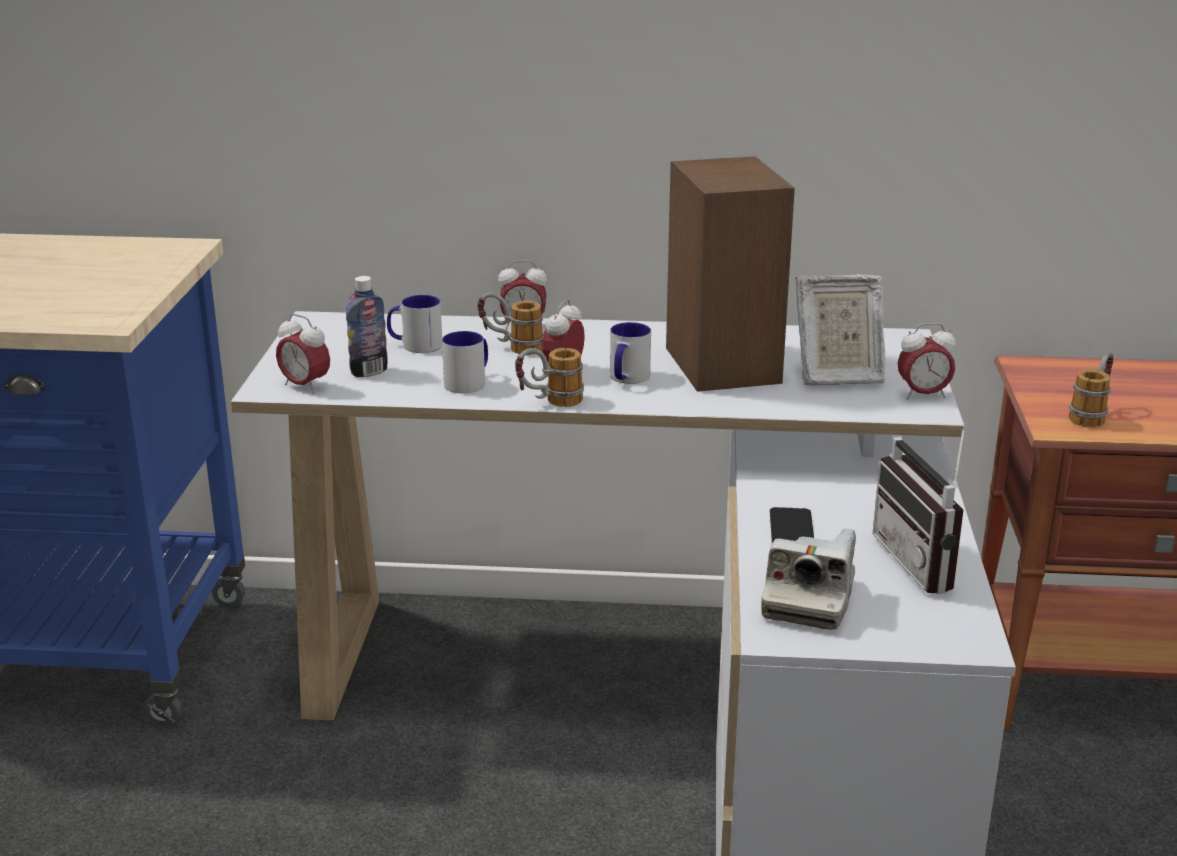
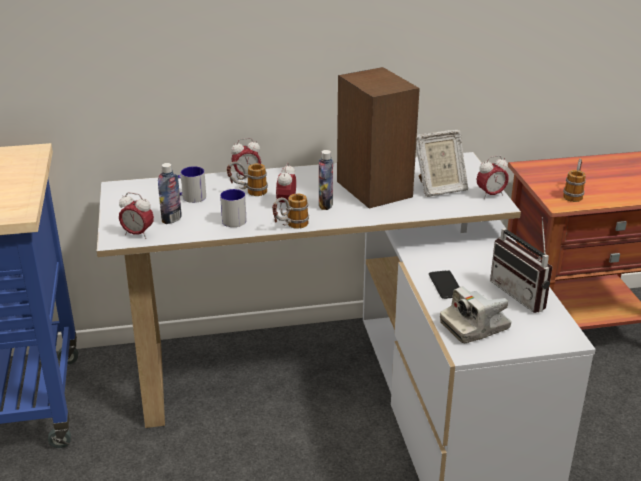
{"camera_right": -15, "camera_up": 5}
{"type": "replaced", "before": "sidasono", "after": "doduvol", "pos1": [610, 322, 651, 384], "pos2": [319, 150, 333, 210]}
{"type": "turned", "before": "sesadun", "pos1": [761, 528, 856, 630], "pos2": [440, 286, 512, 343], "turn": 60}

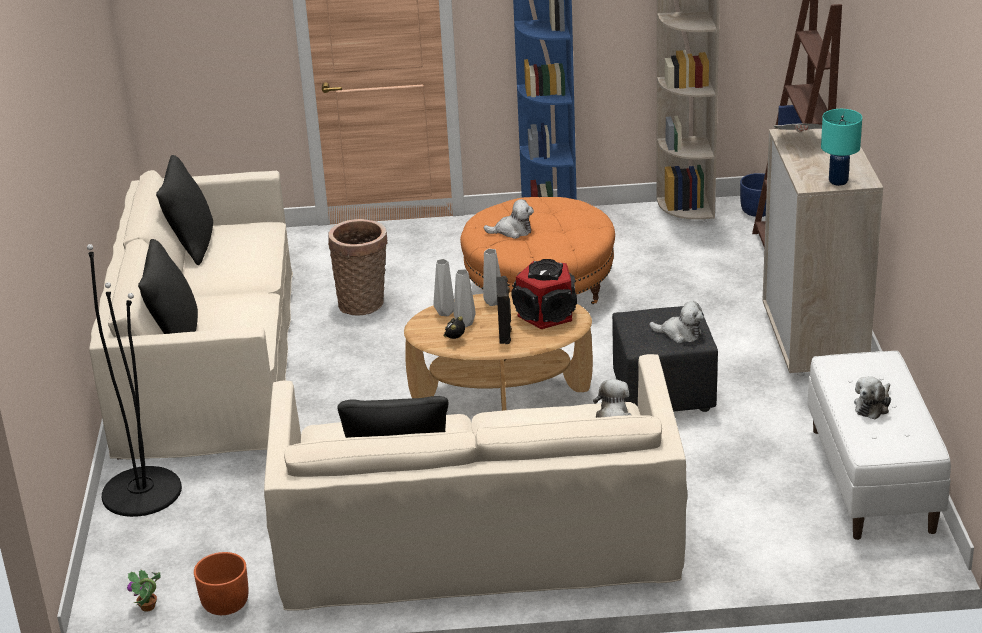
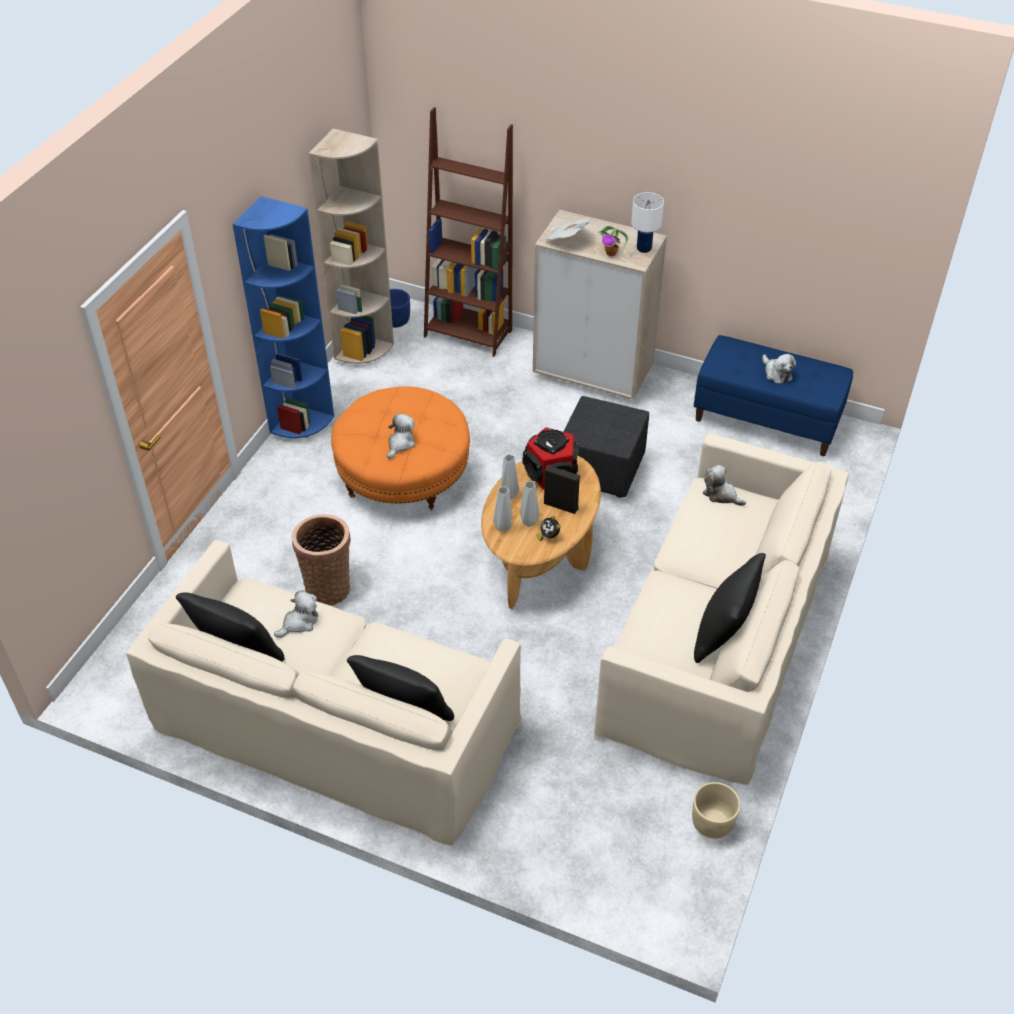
{"camera_right": -65, "camera_up": 15}
{"type": "recoloured", "before": "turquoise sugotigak", "after": "white sugotigak", "pos1": [821, 109, 862, 186], "pos2": [631, 192, 664, 253]}
{"type": "removed", "before": "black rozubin", "pos1": [87, 244, 182, 517]}
{"type": "moved", "before": "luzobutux", "pos1": [649, 301, 704, 343], "pos2": [274, 590, 318, 638]}
{"type": "recoloured", "before": "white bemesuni", "after": "blue bemesuni", "pos1": [808, 351, 951, 540], "pos2": [694, 335, 853, 456]}
{"type": "recoloured", "before": "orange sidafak", "after": "beige sidafak", "pos1": [194, 552, 248, 615], "pos2": [692, 782, 740, 839]}
{"type": "moved", "before": "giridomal", "pos1": [127, 570, 160, 612], "pos2": [598, 226, 628, 256]}

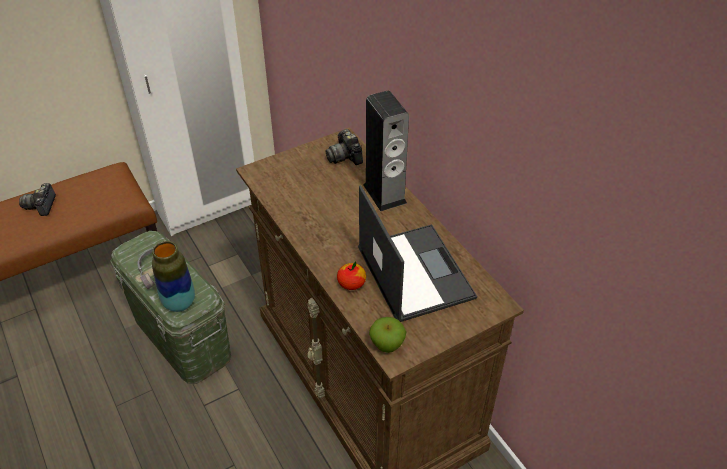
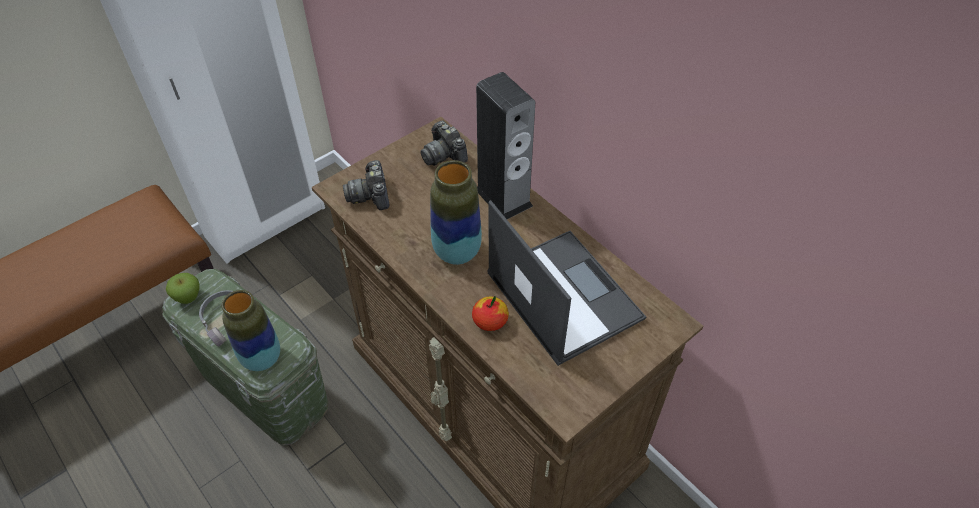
{"camera_right": -10, "camera_up": 5}
{"type": "moved", "before": "sesadun", "pos1": [19, 183, 56, 216], "pos2": [343, 160, 389, 210]}
{"type": "moved", "before": "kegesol", "pos1": [369, 317, 406, 353], "pos2": [166, 273, 200, 304]}
{"type": "added", "after": "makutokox", "pos2": [430, 160, 482, 265]}

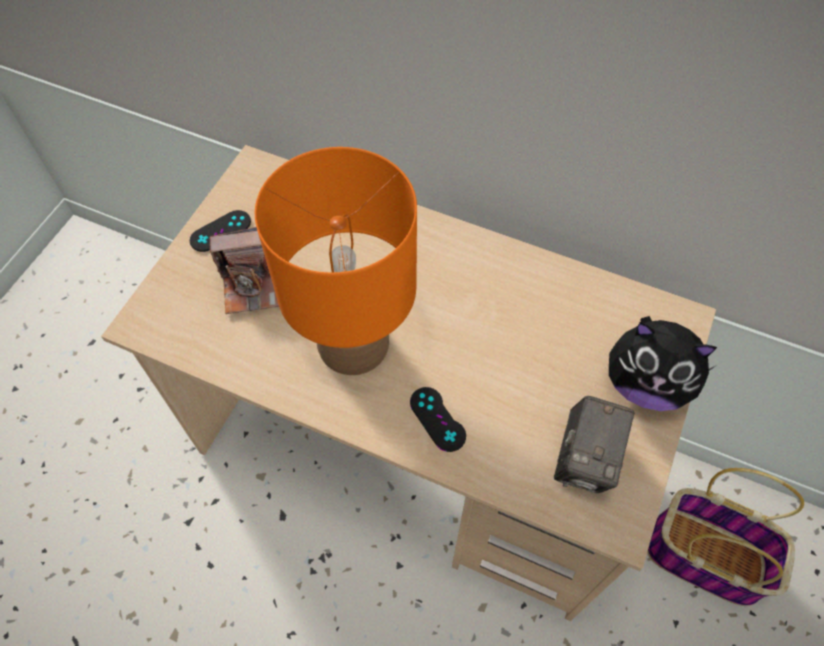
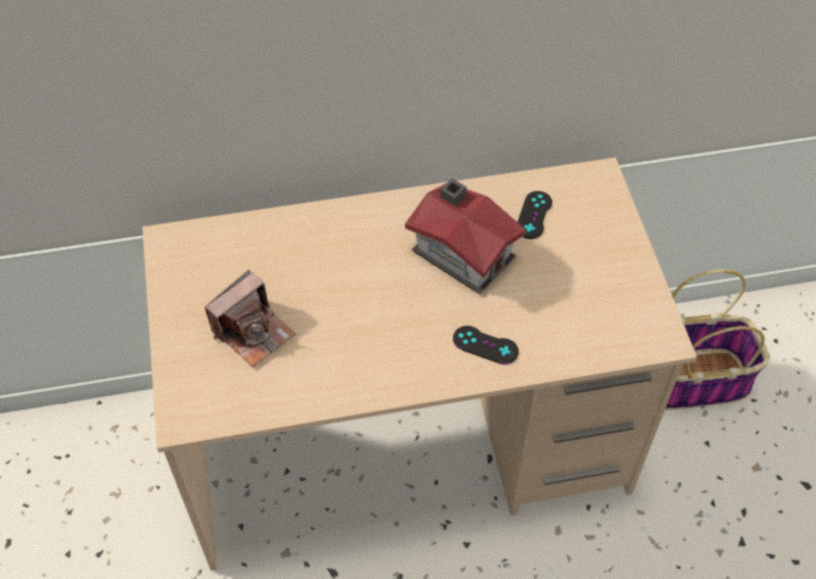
{"camera_right": -35, "camera_up": -5}
{"type": "removed", "before": "orange sugotigak", "pos1": [255, 147, 417, 375]}
{"type": "moved", "before": "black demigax", "pos1": [190, 210, 251, 252], "pos2": [518, 191, 552, 239]}
{"type": "removed", "before": "luzobutux", "pos1": [609, 316, 717, 411]}
{"type": "removed", "before": "sesadun", "pos1": [554, 396, 635, 493]}
{"type": "added", "after": "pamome", "pos2": [405, 178, 526, 294]}

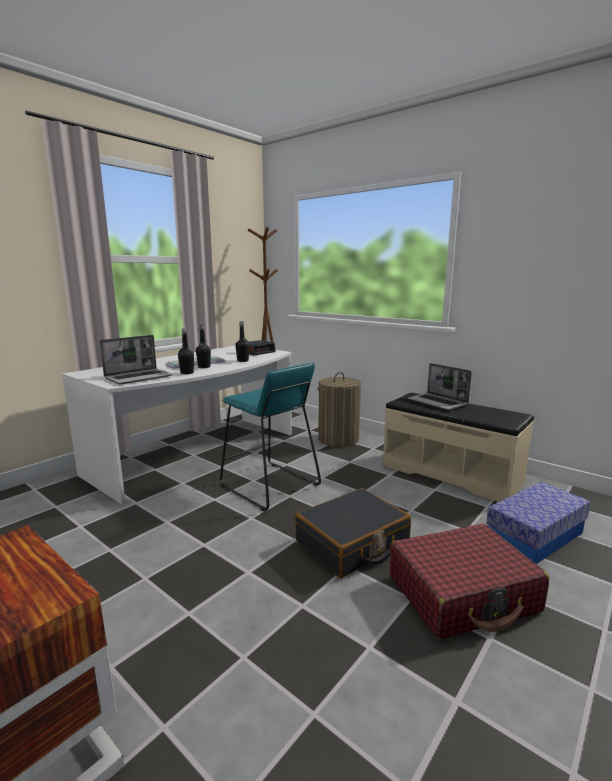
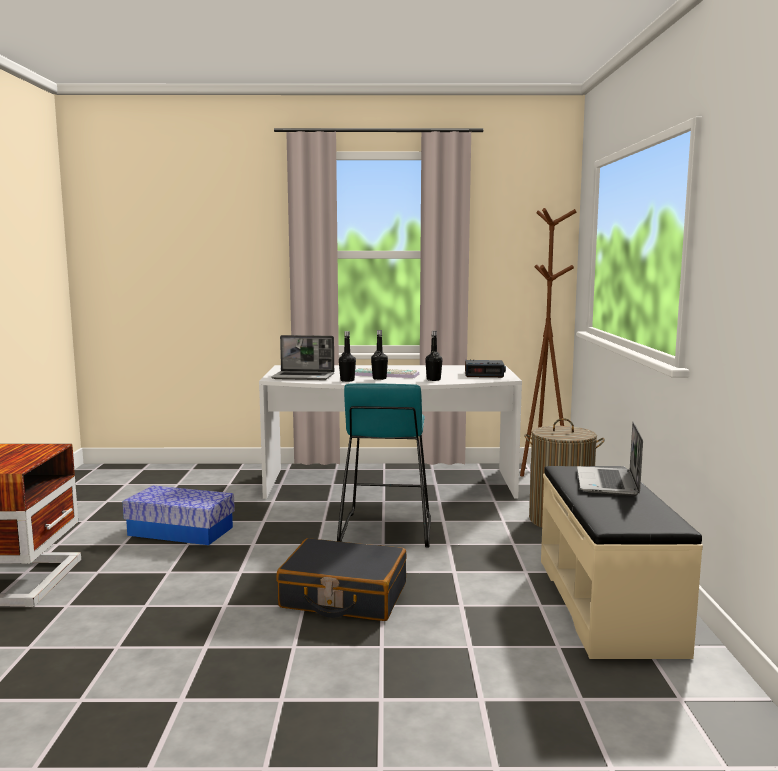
{"camera_right": 50, "camera_up": -5}
{"type": "moved", "before": "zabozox", "pos1": [486, 482, 591, 564], "pos2": [123, 485, 235, 545]}
{"type": "removed", "before": "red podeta", "pos1": [390, 524, 549, 639]}

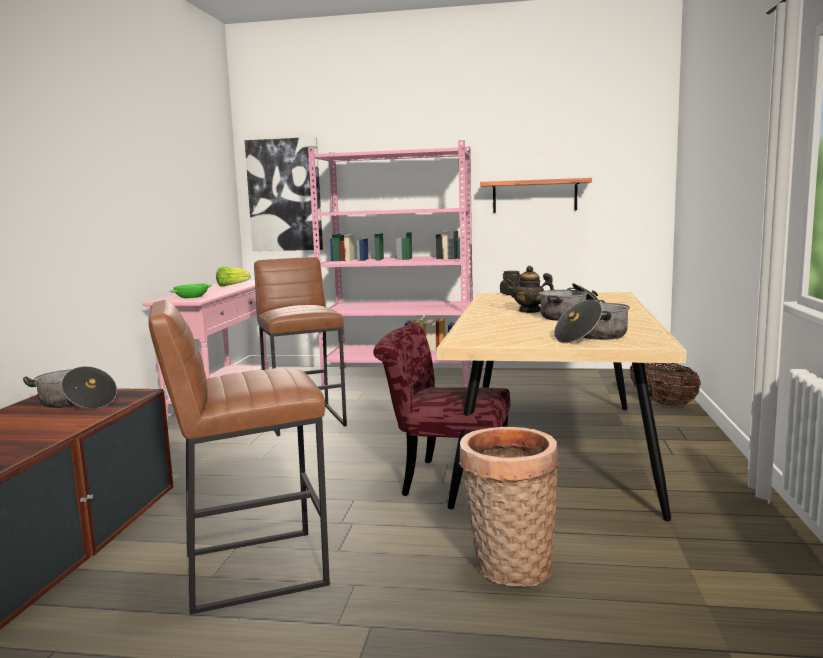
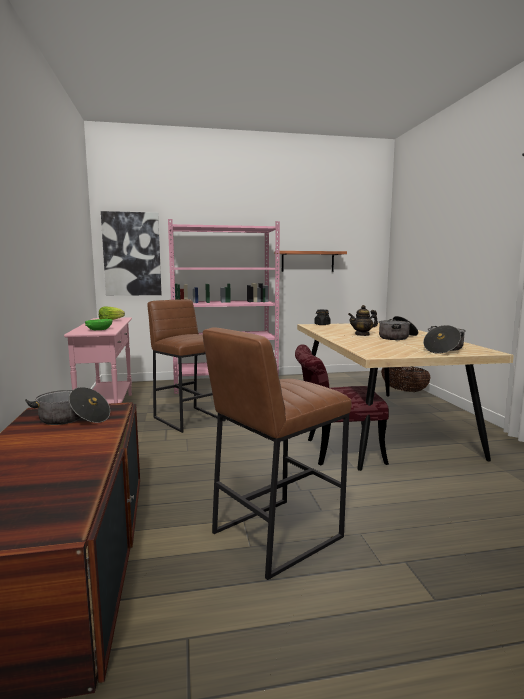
{"camera_right": -20, "camera_up": 0}
{"type": "removed", "before": "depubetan", "pos1": [459, 427, 559, 587]}

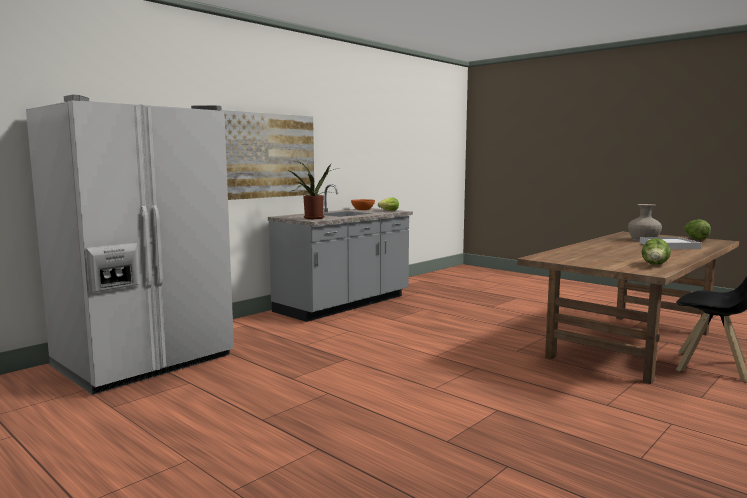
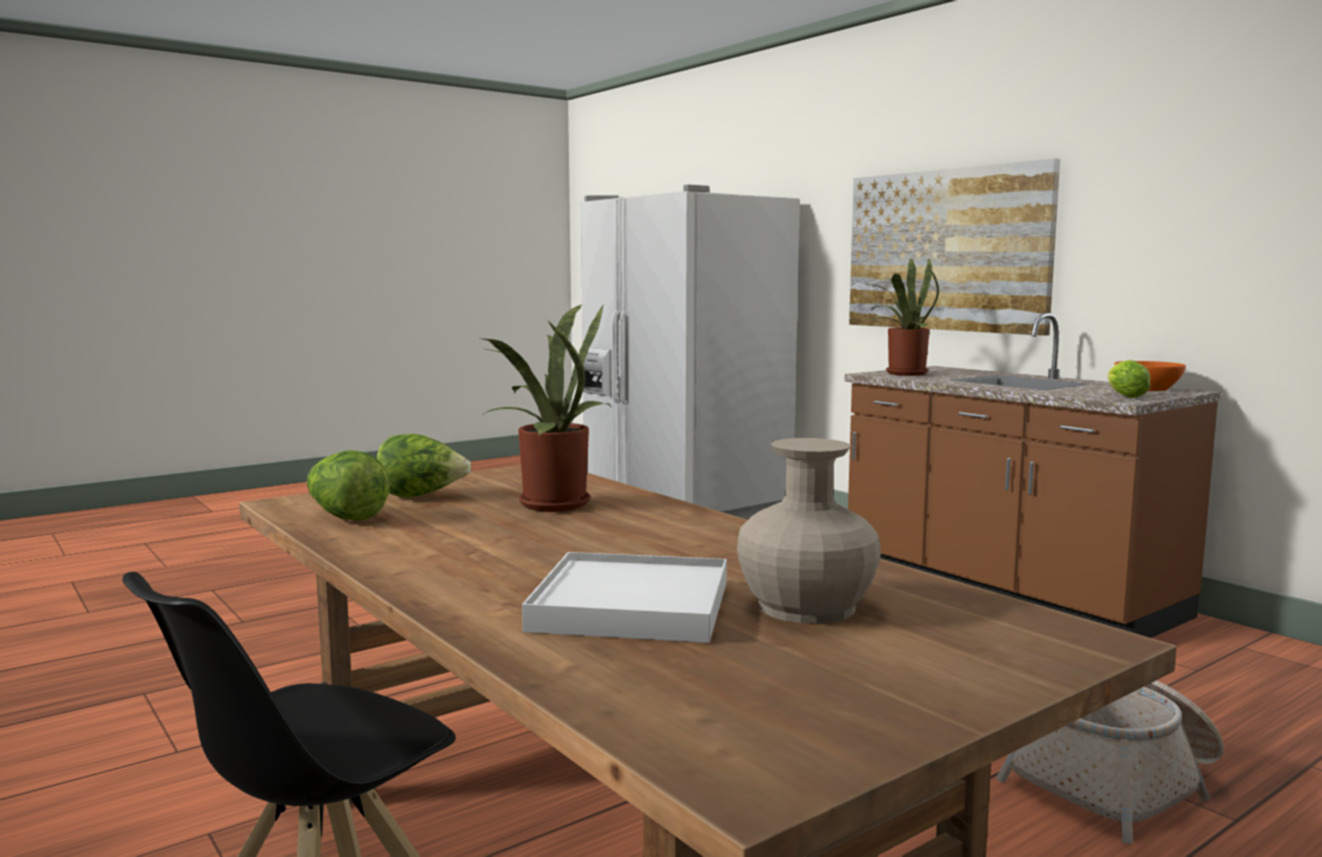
{"camera_right": 100, "camera_up": 0}
{"type": "recoloured", "before": "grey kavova", "after": "brown kavova", "pos1": [268, 184, 413, 322], "pos2": [845, 313, 1221, 638]}
{"type": "moved", "before": "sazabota", "pos1": [684, 219, 711, 240], "pos2": [376, 434, 471, 498]}
{"type": "added", "after": "giridomal", "pos2": [483, 305, 611, 512]}
{"type": "added", "after": "depubetan", "pos2": [996, 680, 1224, 844]}

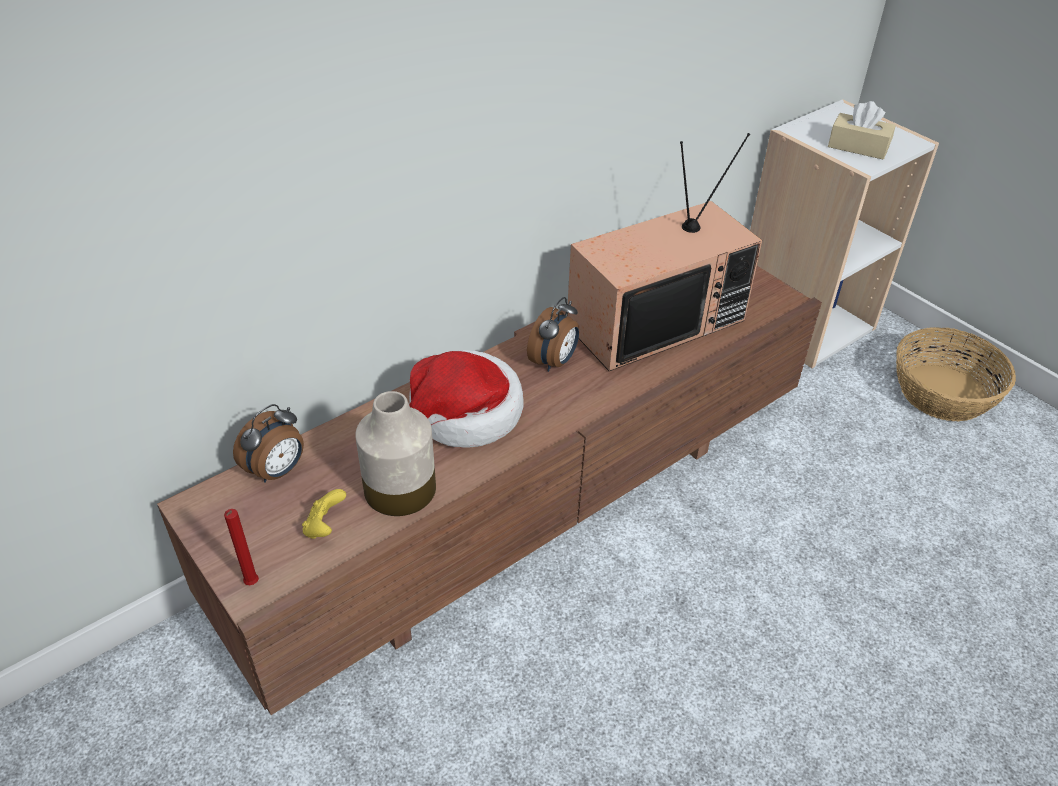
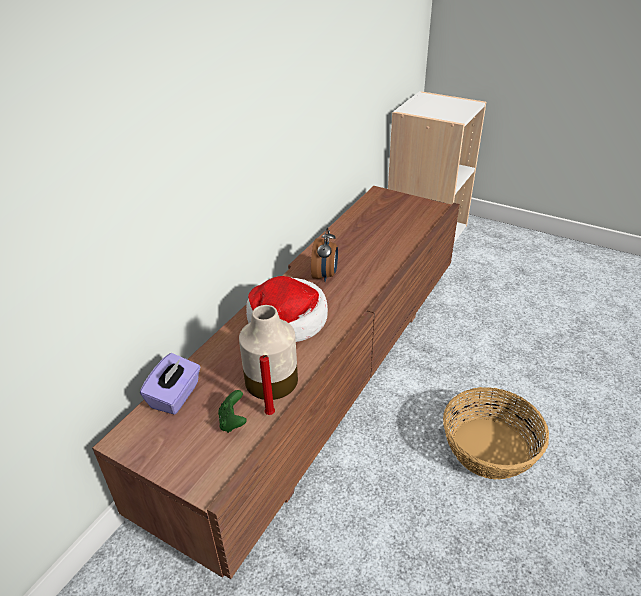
{"camera_right": -20, "camera_up": -5}
{"type": "removed", "before": "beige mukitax", "pos1": [828, 101, 896, 159]}
{"type": "removed", "before": "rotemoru", "pos1": [567, 133, 762, 371]}
{"type": "moved", "before": "depubetan", "pos1": [896, 327, 1016, 421], "pos2": [443, 387, 549, 480]}
{"type": "replaced", "before": "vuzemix", "after": "purple mukitax", "pos1": [233, 404, 304, 483], "pos2": [140, 353, 200, 415]}
{"type": "recoloured", "before": "yellow demigax", "after": "green demigax", "pos1": [302, 489, 346, 539], "pos2": [218, 390, 247, 433]}
{"type": "moved", "before": "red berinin", "pos1": [224, 509, 259, 585], "pos2": [259, 355, 275, 415]}

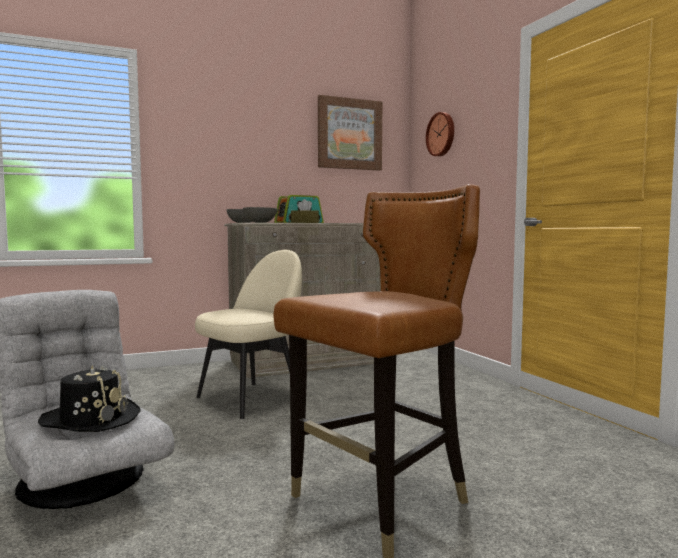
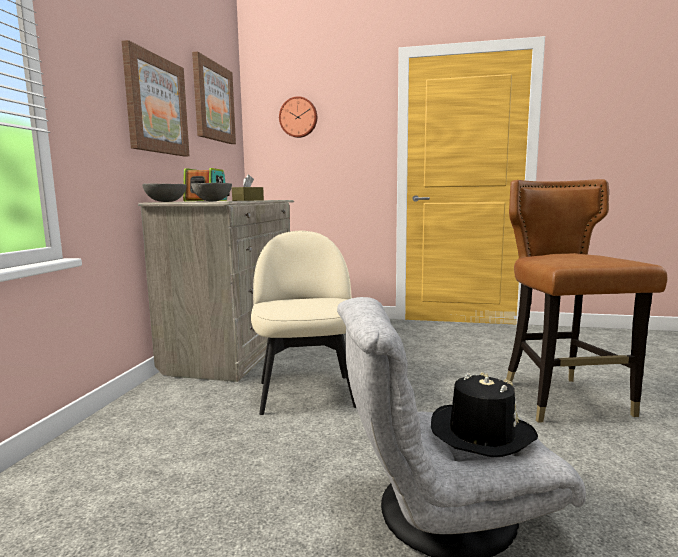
{"camera_right": -55, "camera_up": 5}
{"type": "added", "after": "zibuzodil", "pos2": [121, 40, 189, 156]}

